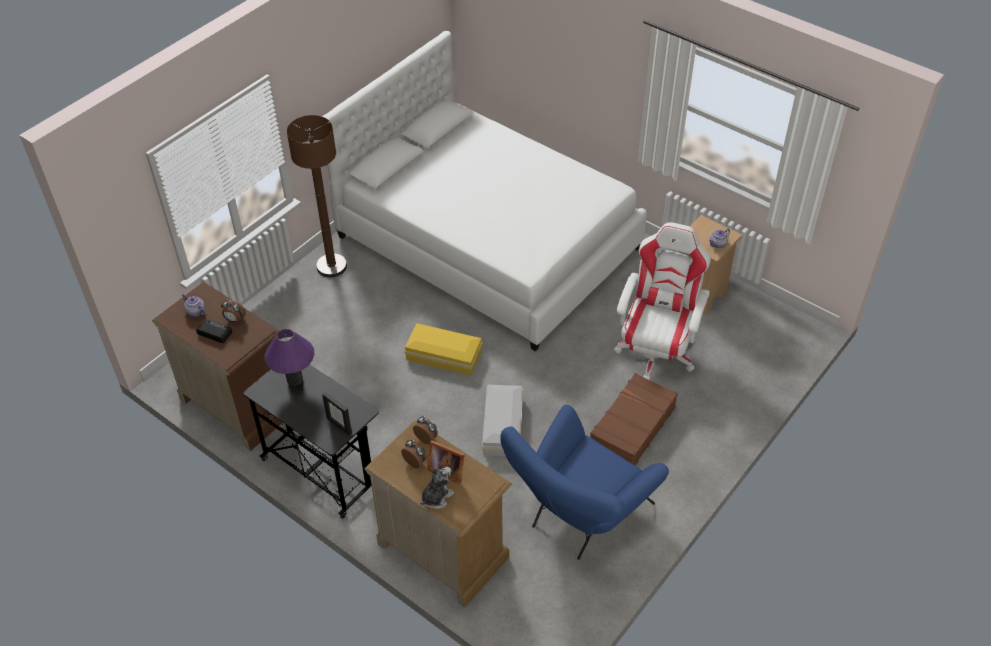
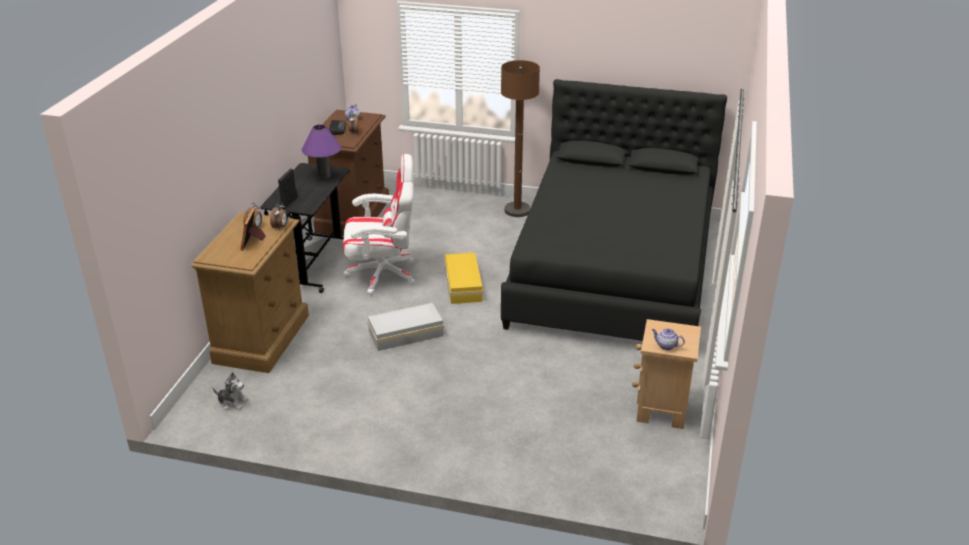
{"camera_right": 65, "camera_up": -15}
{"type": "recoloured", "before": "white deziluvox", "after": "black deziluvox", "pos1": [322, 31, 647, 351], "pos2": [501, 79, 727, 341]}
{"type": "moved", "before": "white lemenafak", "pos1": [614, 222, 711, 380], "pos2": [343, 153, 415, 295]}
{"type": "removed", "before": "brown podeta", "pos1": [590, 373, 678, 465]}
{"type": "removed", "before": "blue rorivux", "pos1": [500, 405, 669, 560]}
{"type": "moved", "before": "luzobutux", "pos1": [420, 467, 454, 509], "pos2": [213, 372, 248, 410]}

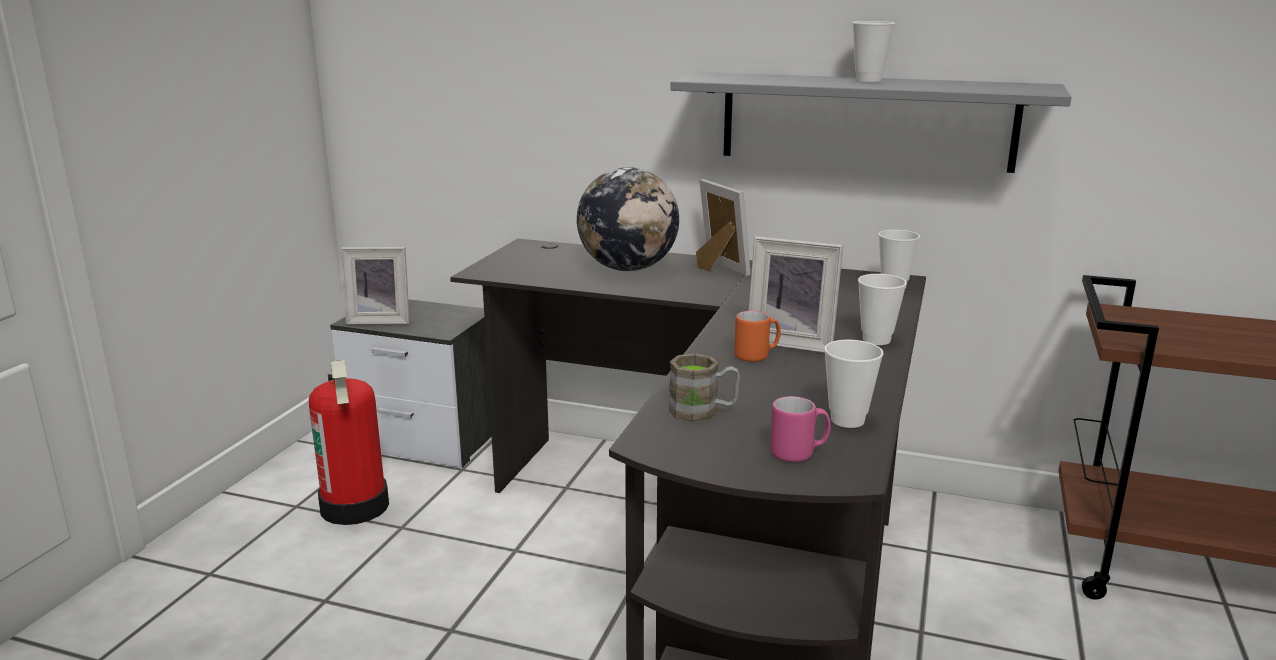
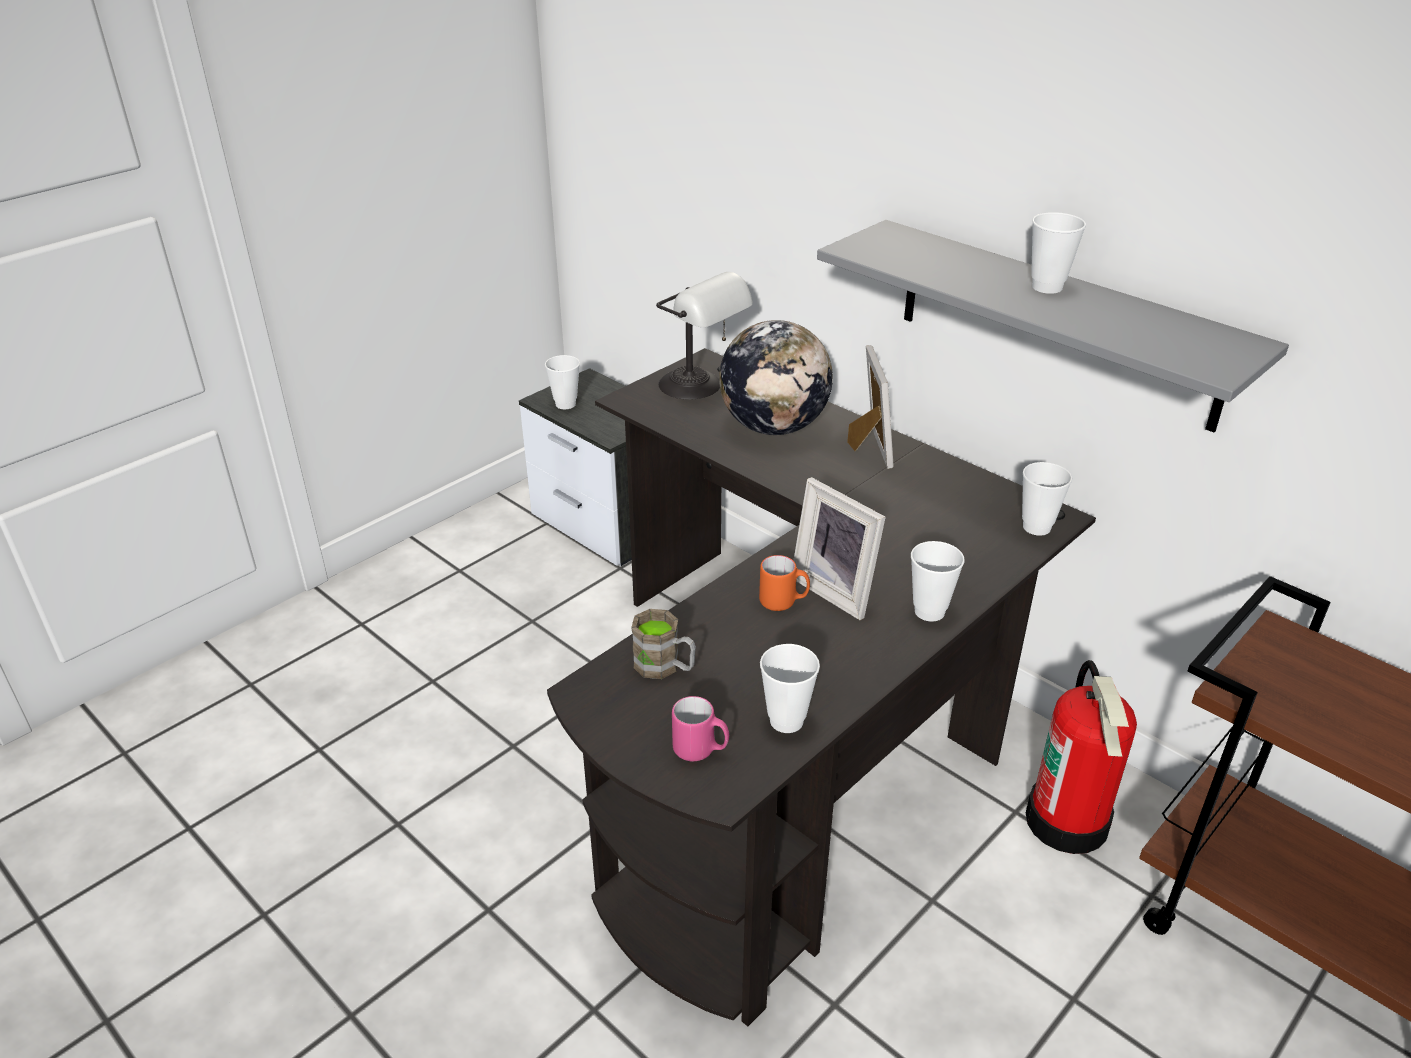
{"camera_right": 25, "camera_up": 15}
{"type": "replaced", "before": "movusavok", "after": "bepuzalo", "pos1": [341, 247, 410, 325], "pos2": [545, 355, 580, 409]}
{"type": "moved", "before": "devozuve", "pos1": [309, 360, 389, 525], "pos2": [1026, 660, 1137, 854]}
{"type": "added", "after": "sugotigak", "pos2": [656, 272, 753, 400]}

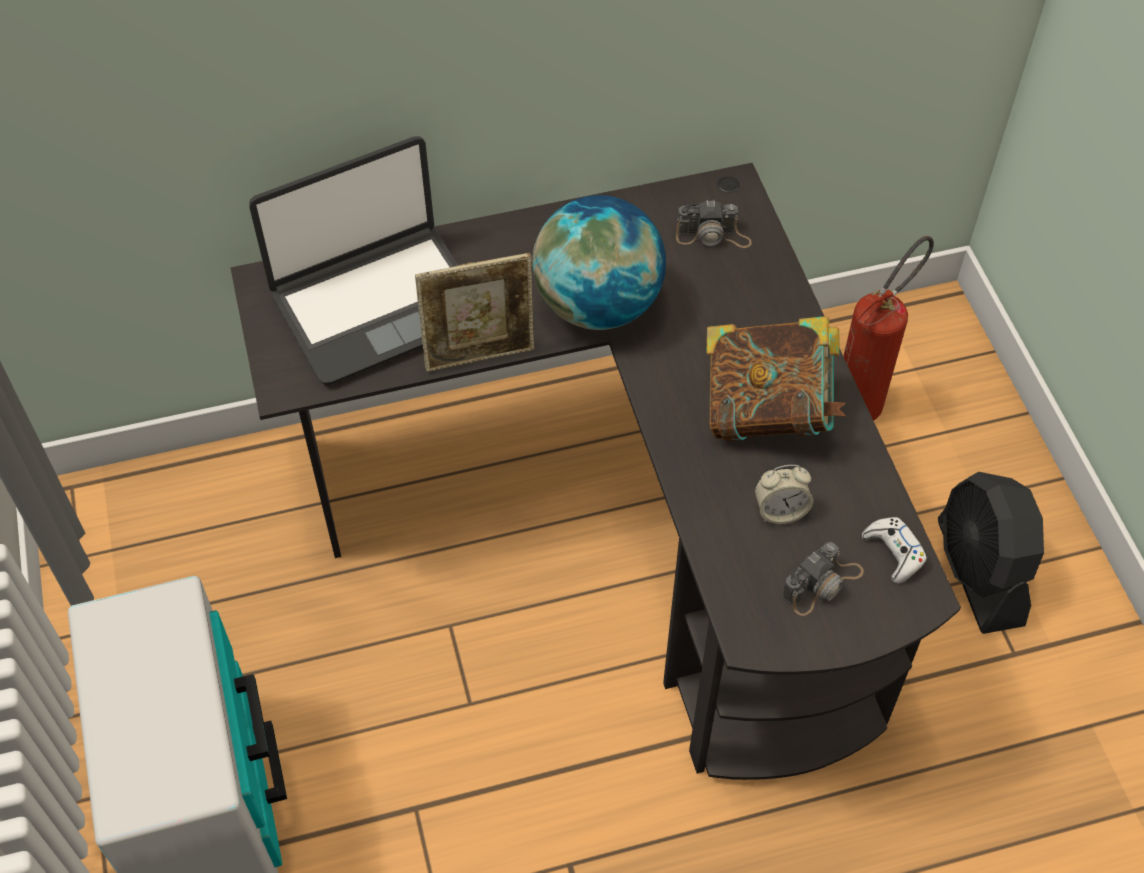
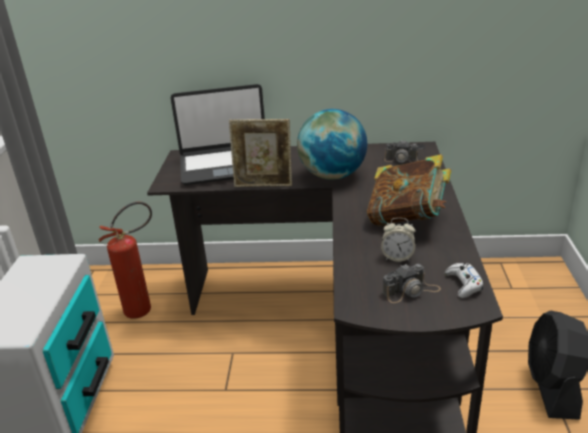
{"camera_right": 20, "camera_up": -25}
{"type": "moved", "before": "devozuve", "pos1": [843, 236, 934, 421], "pos2": [98, 202, 152, 319]}

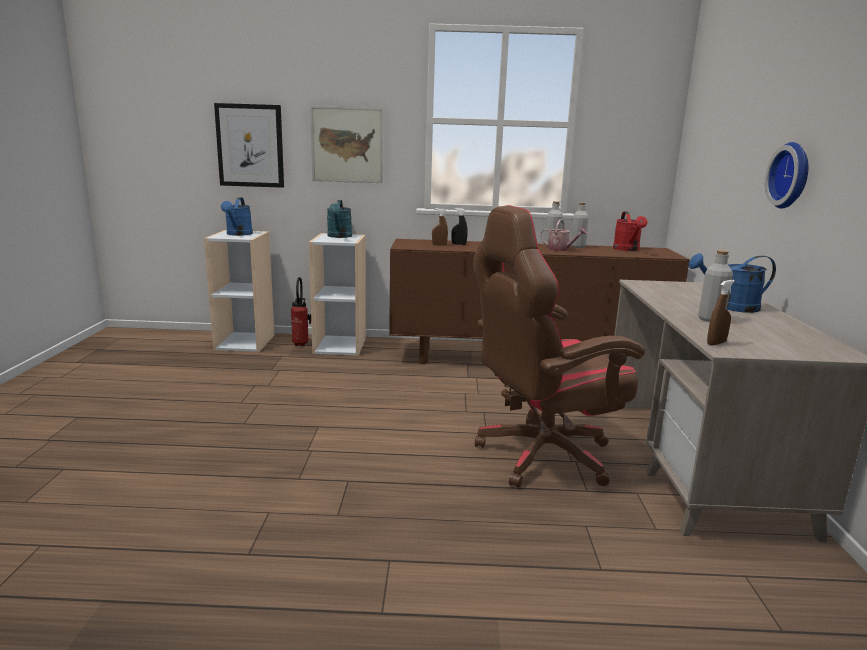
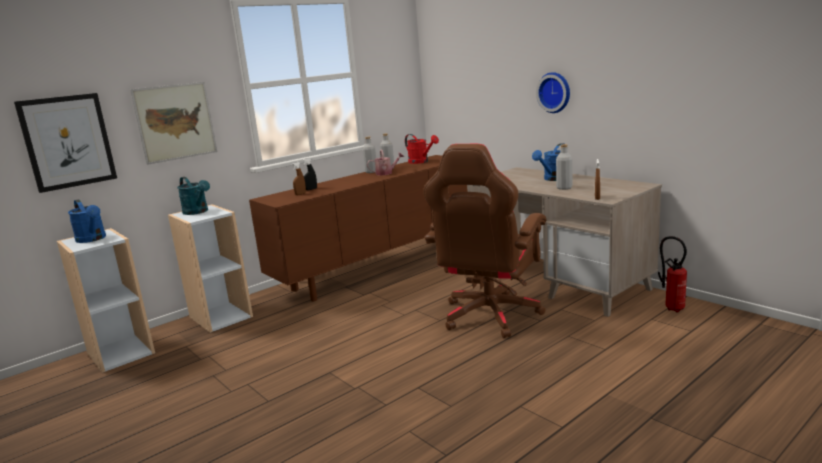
{"camera_right": -40, "camera_up": 0}
{"type": "moved", "before": "devozuve", "pos1": [291, 277, 311, 346], "pos2": [658, 236, 687, 312]}

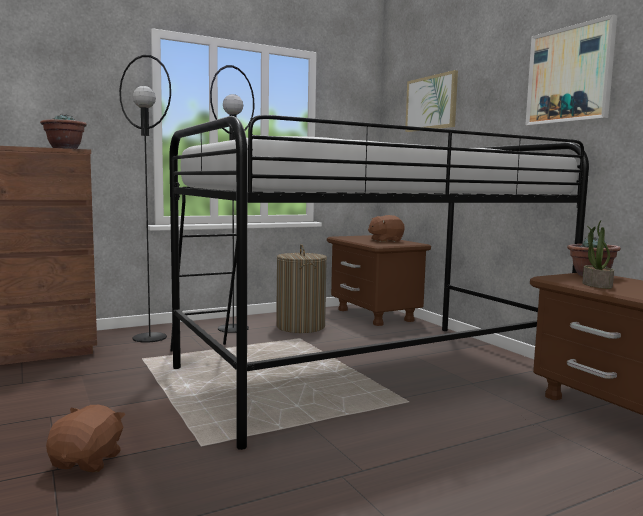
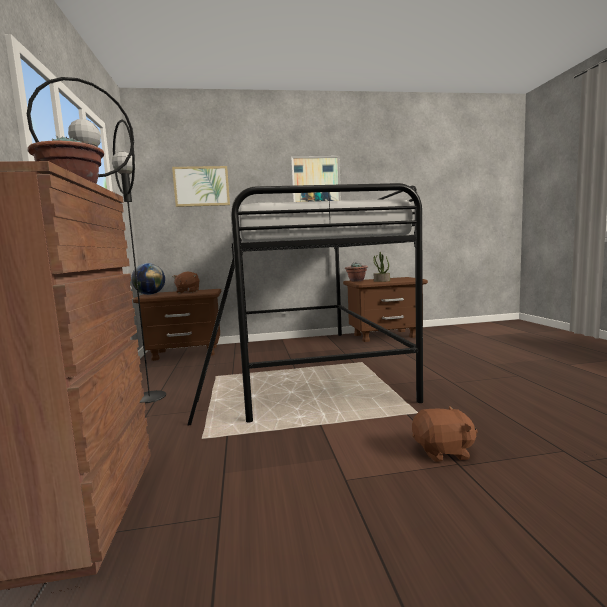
{"camera_right": -70, "camera_up": 0}
{"type": "removed", "before": "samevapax", "pos1": [276, 244, 327, 333]}
{"type": "turned", "before": "brown luzobutux", "pos1": [46, 405, 125, 473], "pos2": [412, 406, 478, 462], "turn": 150}
{"type": "added", "after": "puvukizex", "pos2": [131, 263, 165, 295]}

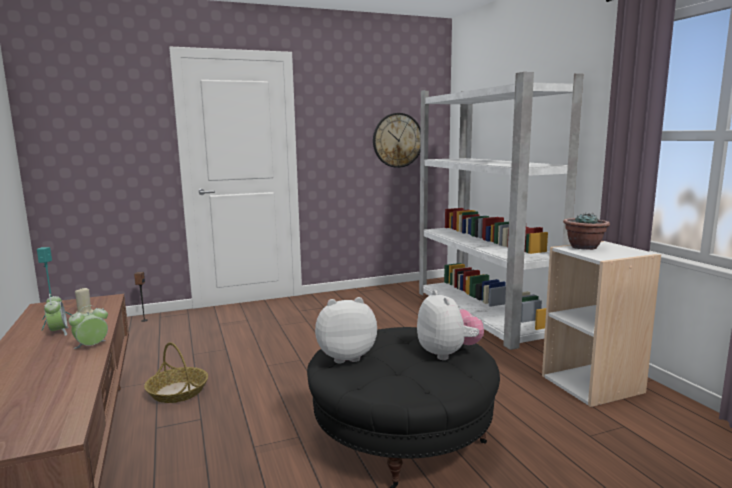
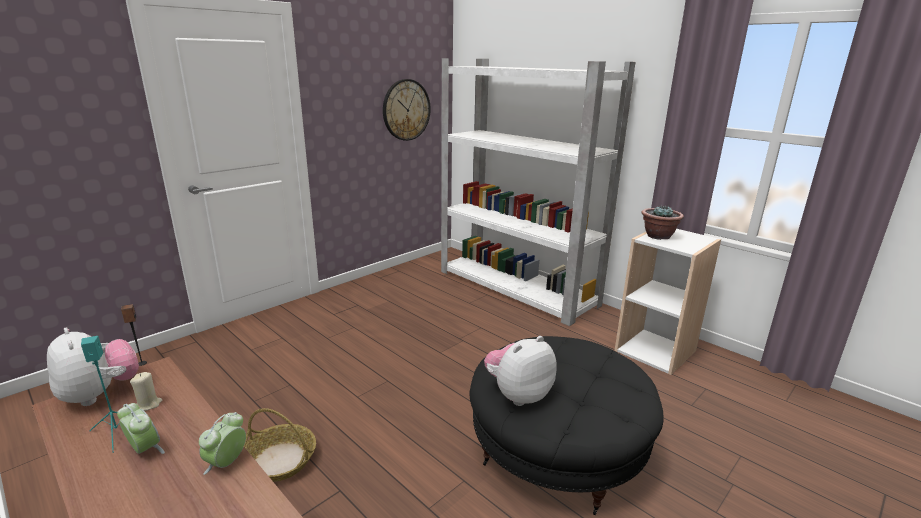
{"camera_right": -25, "camera_up": 10}
{"type": "moved", "before": "luzobutux", "pos1": [417, 290, 484, 360], "pos2": [47, 327, 139, 406]}

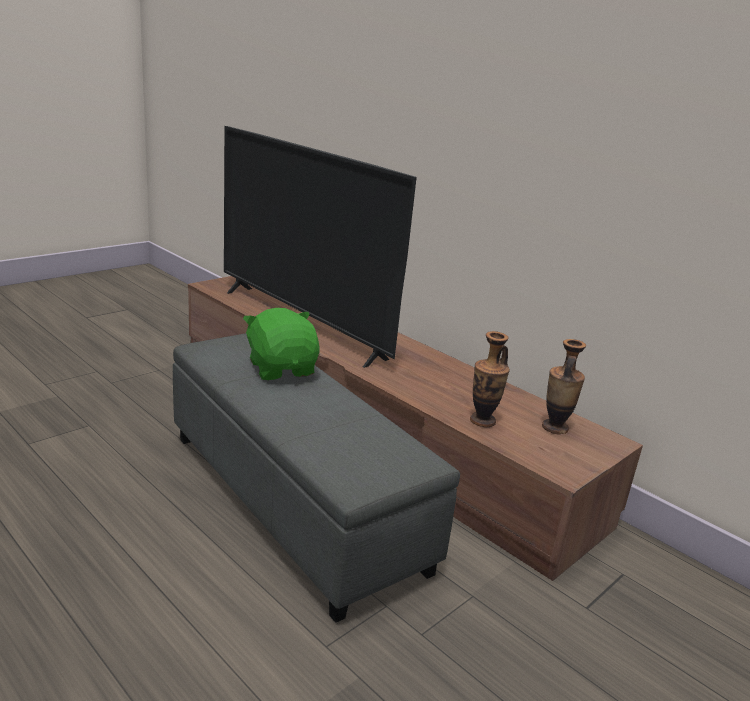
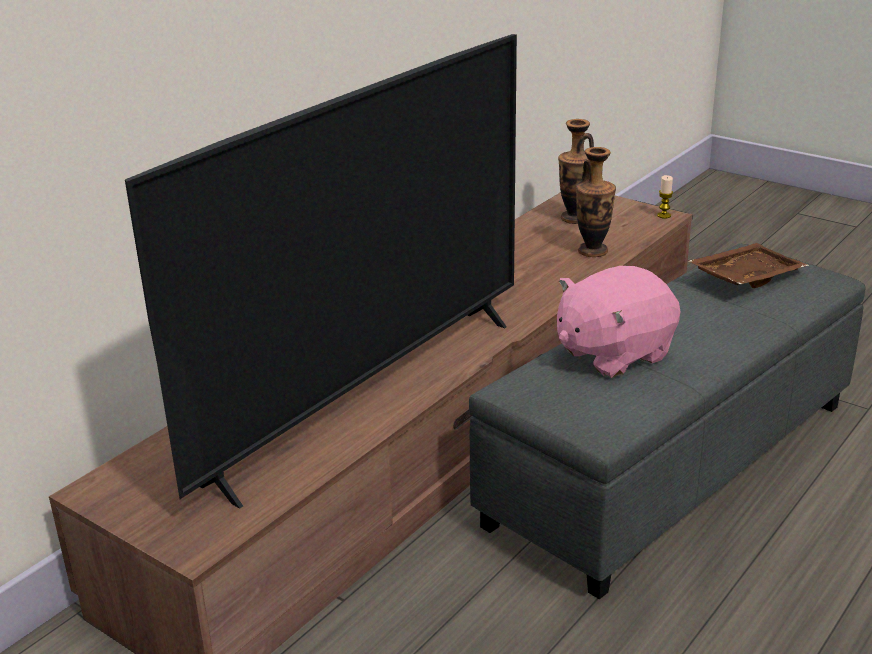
{"camera_right": -95, "camera_up": 5}
{"type": "recoloured", "before": "green luzobutux", "after": "pink luzobutux", "pos1": [243, 308, 320, 380], "pos2": [557, 266, 680, 378]}
{"type": "added", "after": "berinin", "pos2": [657, 175, 673, 219]}
{"type": "added", "after": "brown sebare", "pos2": [688, 243, 809, 288]}

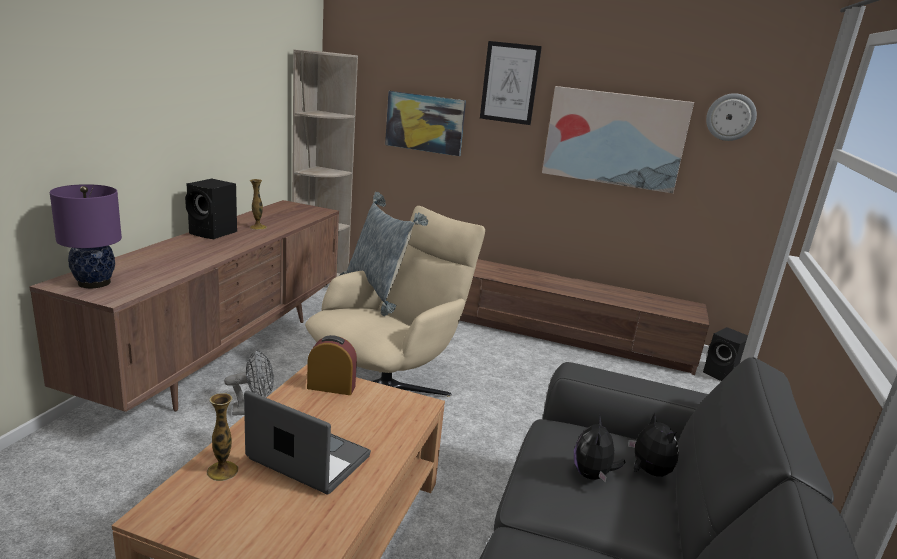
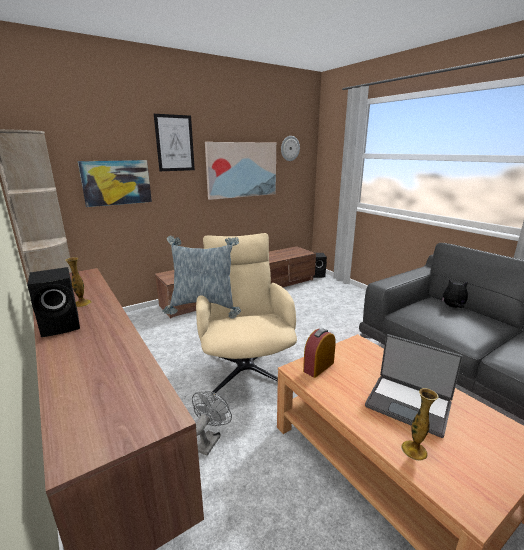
{"camera_right": -50, "camera_up": 0}
{"type": "removed", "before": "purple sugotigak", "pos1": [50, 184, 122, 288]}
{"type": "turned", "before": "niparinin", "pos1": [244, 391, 371, 495], "pos2": [365, 334, 463, 438], "turn": -120}
{"type": "removed", "before": "luzobutux", "pos1": [574, 416, 625, 483]}

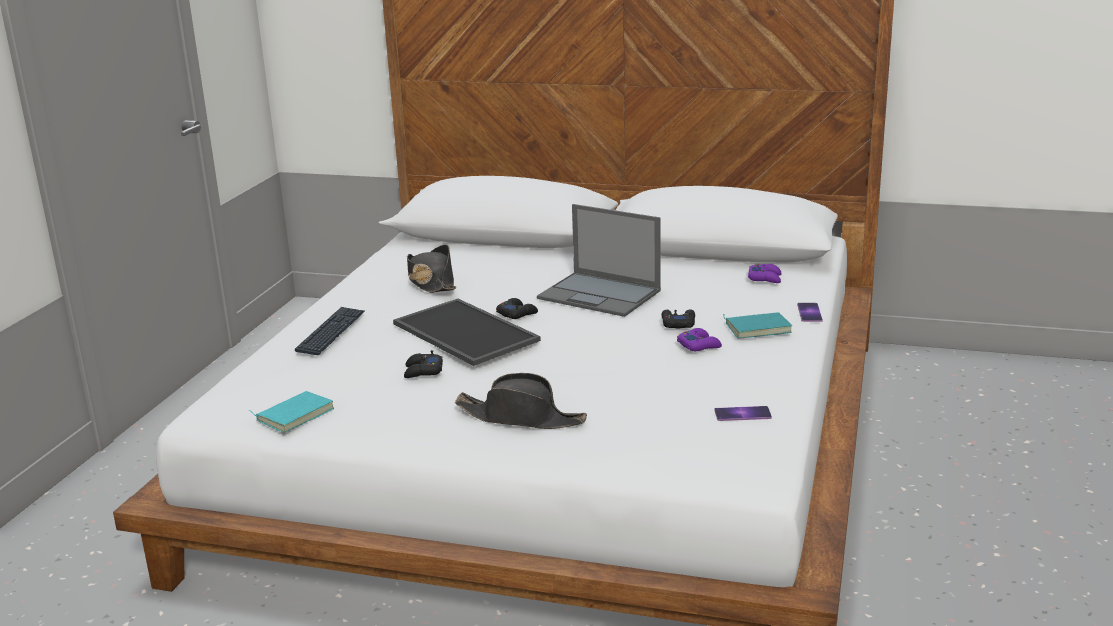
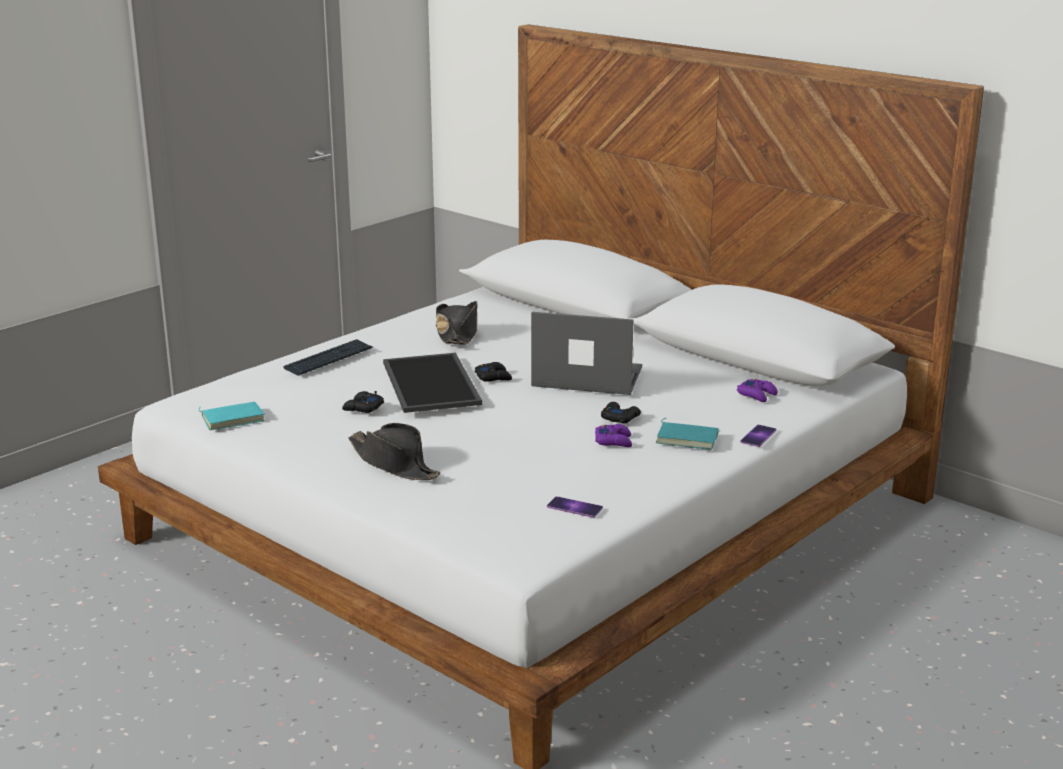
{"camera_right": 25, "camera_up": 0}
{"type": "turned", "before": "niparinin", "pos1": [537, 204, 661, 317], "pos2": [531, 312, 642, 395], "turn": 135}

